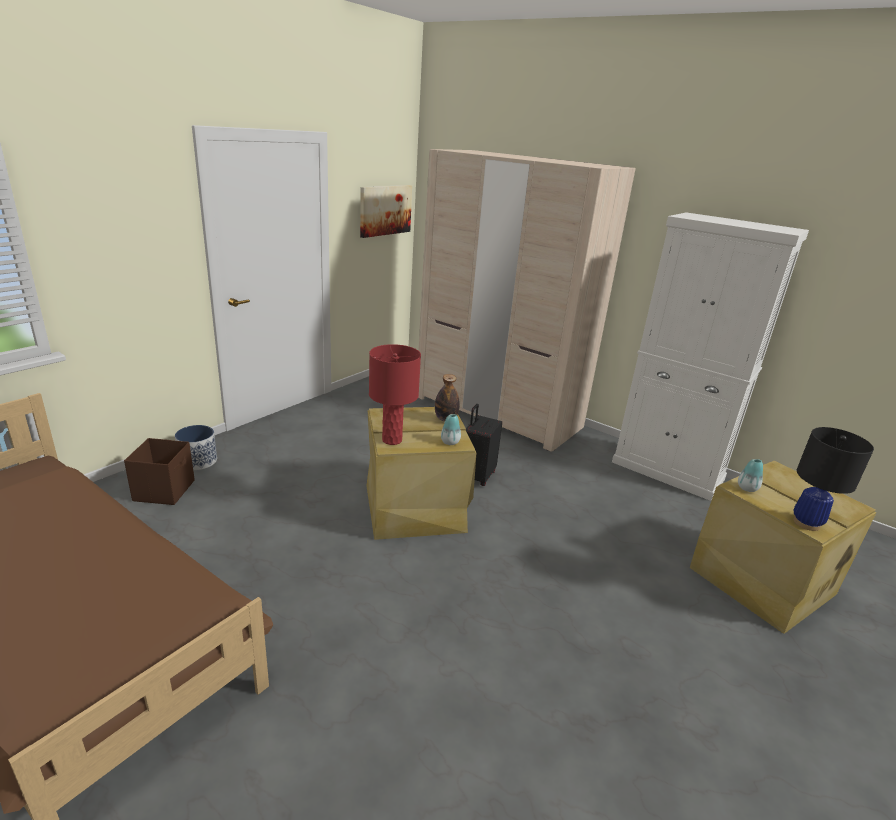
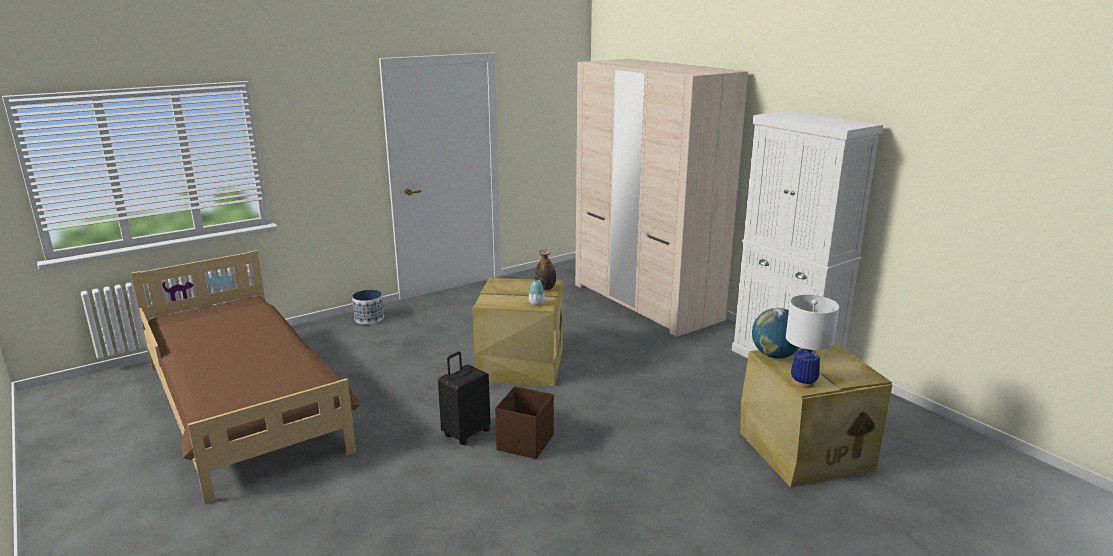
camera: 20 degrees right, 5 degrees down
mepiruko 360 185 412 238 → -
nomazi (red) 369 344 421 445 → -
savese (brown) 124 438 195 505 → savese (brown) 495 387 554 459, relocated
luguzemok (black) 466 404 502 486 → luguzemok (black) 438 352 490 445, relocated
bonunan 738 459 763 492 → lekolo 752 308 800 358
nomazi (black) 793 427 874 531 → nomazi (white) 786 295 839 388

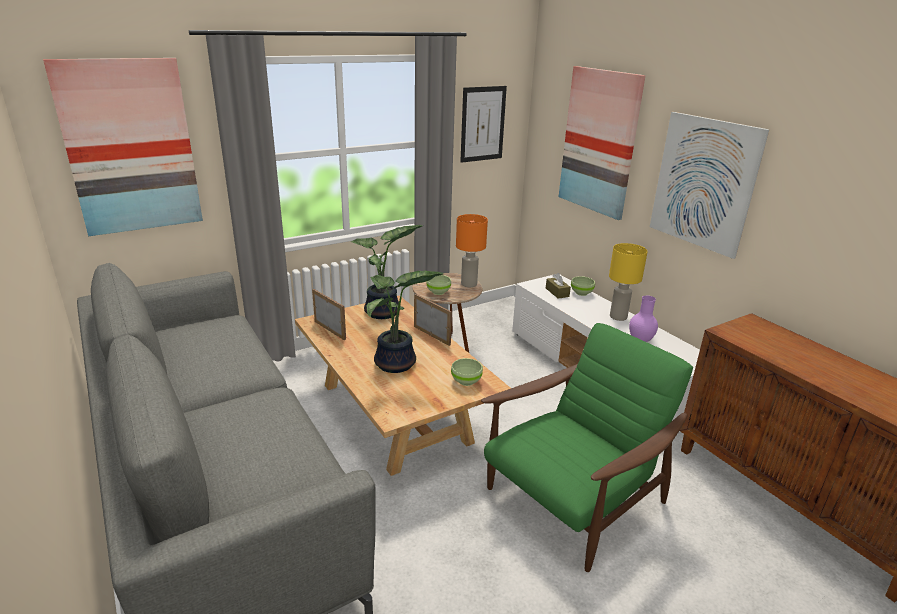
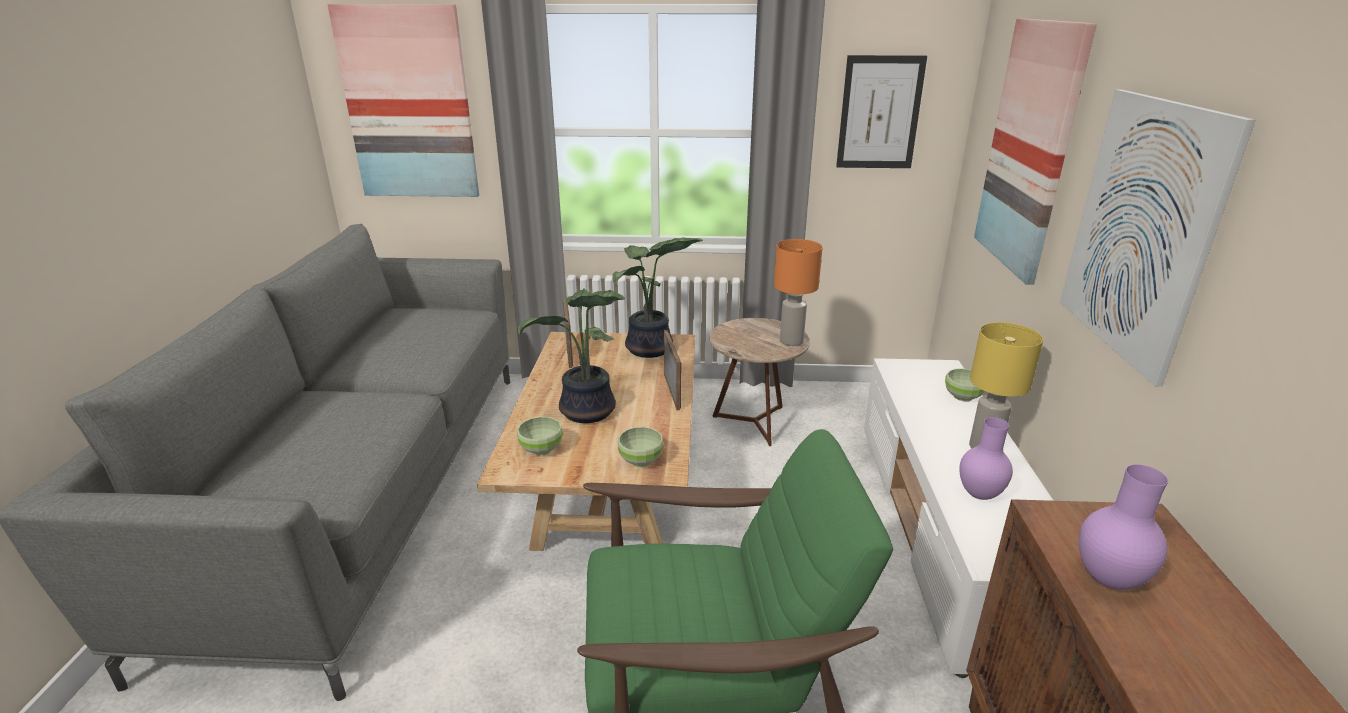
camera: 35 degrees right, 0 degrees up
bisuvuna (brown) 546 273 571 299 → -
- → bonunan (purple) 1079 464 1168 590
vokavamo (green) 426 275 451 295 → vokavamo (green) 517 417 563 456, relocated

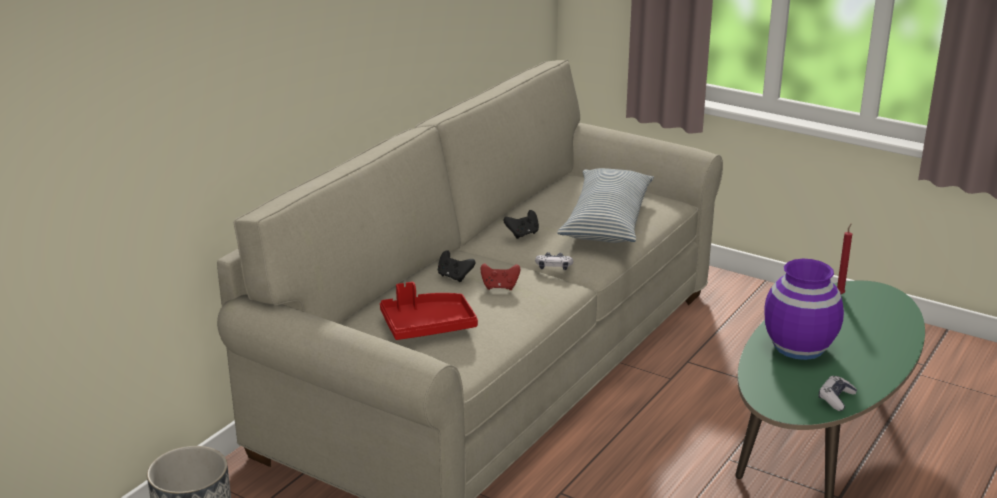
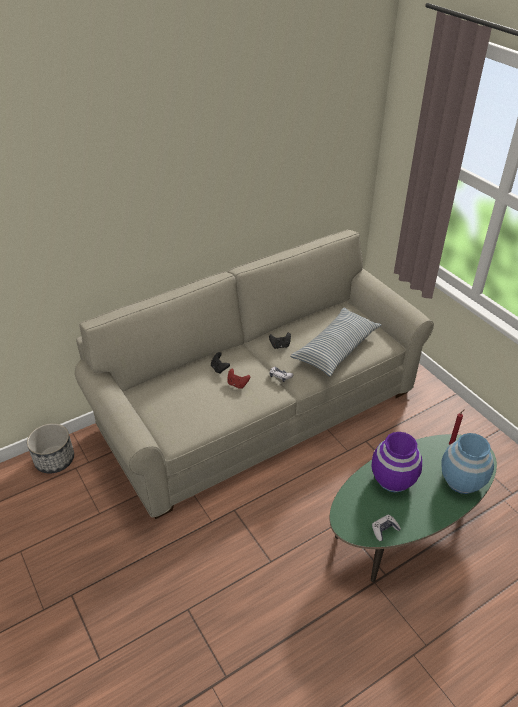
camera: 25 degrees right, 15 degrees up
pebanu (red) 380 282 478 340 → -
- → bonunan (blue) 441 433 494 494

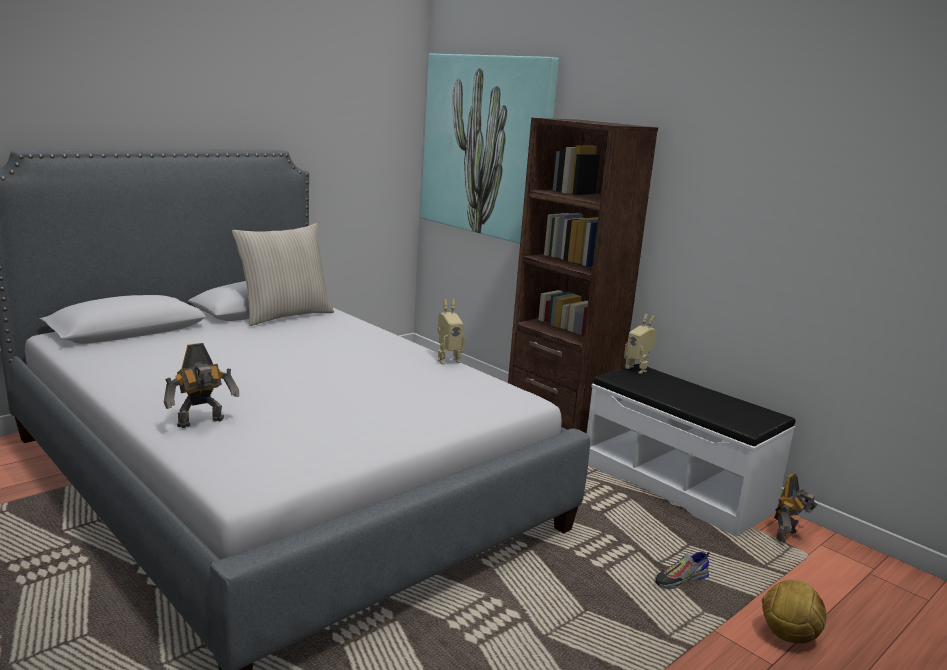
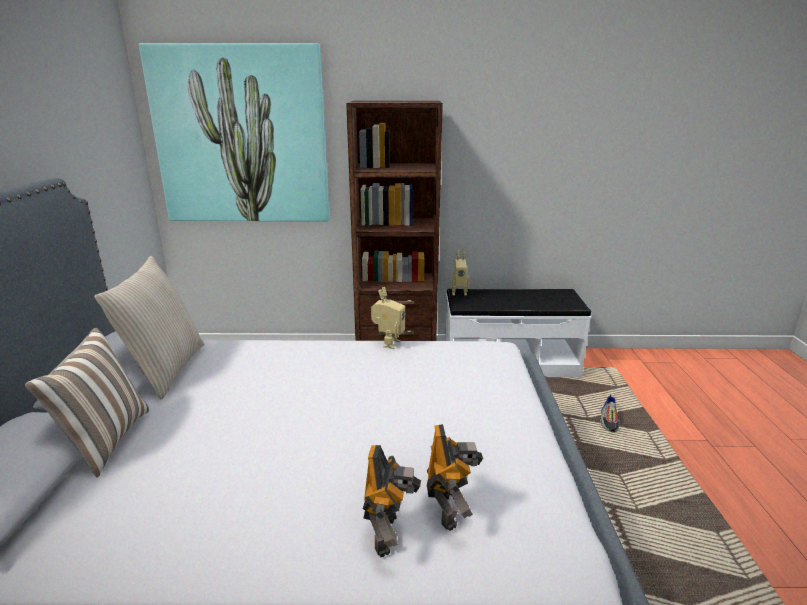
camera: 45 degrees left, 5 degrees up
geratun 762 580 827 644 → -
- → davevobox 25 328 149 477
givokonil 774 473 817 542 → givokonil 427 424 483 531, relocated

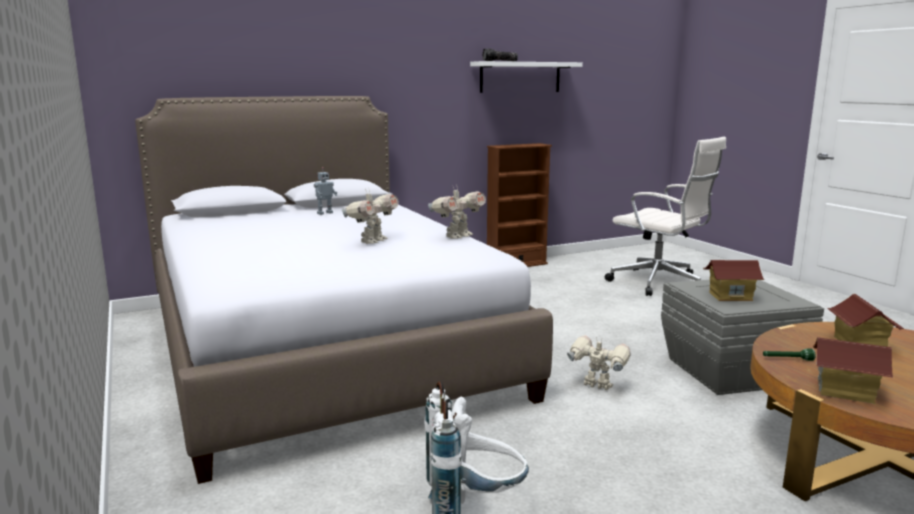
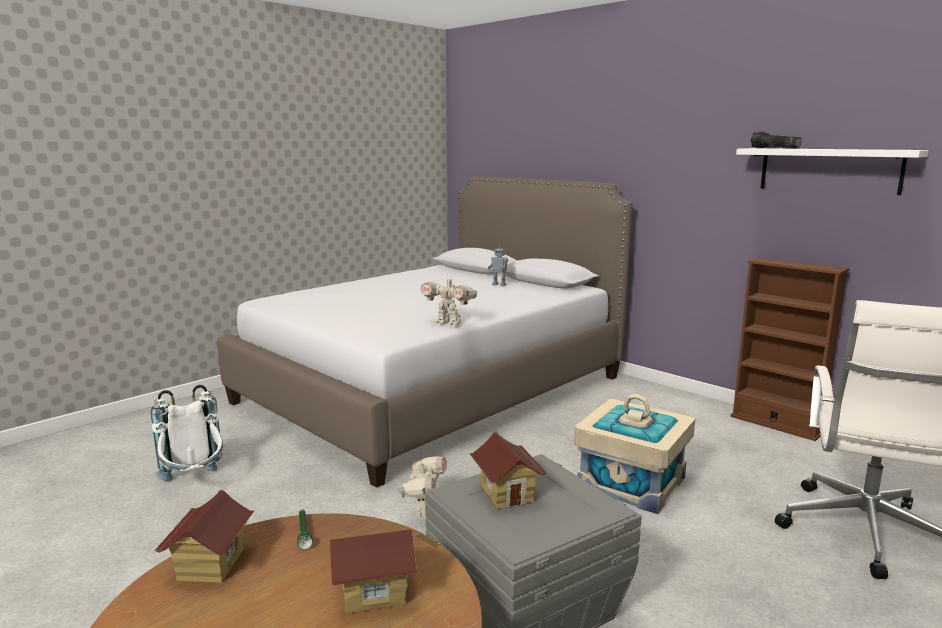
camera: 70 degrees right, 0 degrees up
givokonil 342 189 399 244 → -
- → savese (beige) 574 394 695 514

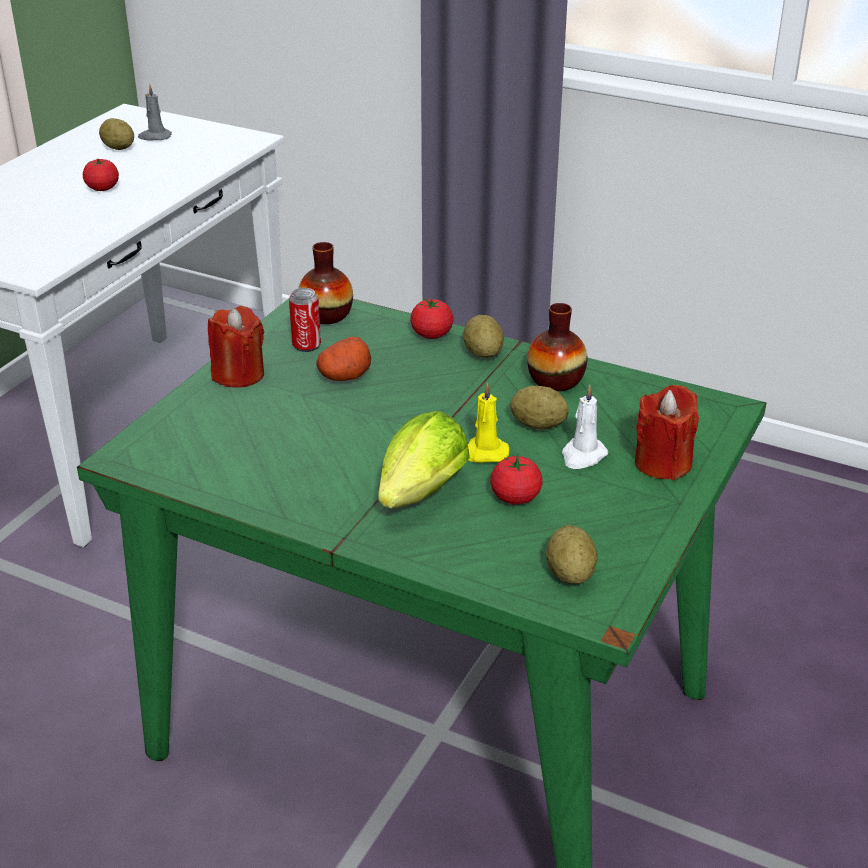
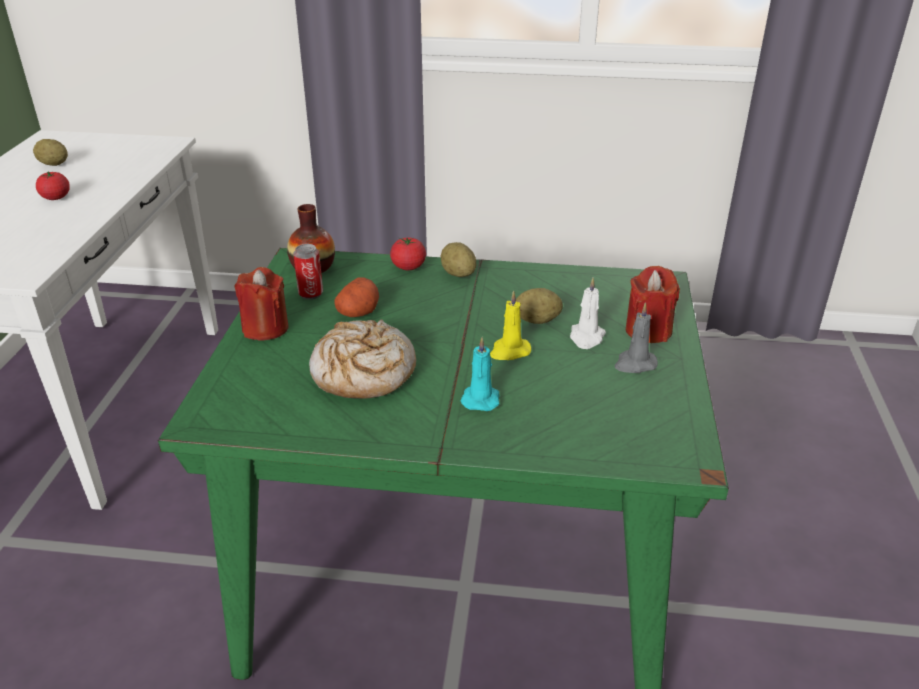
camera: 20 degrees left, 0 degrees up
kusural 490 454 543 505 → -
bonunan 527 303 587 391 → -
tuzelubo 546 525 598 584 → -
- → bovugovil 309 319 416 399
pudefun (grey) 138 83 172 140 → pudefun (grey) 614 302 658 373, relocated
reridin 378 411 470 508 → pudefun (turquoise) 460 337 499 411

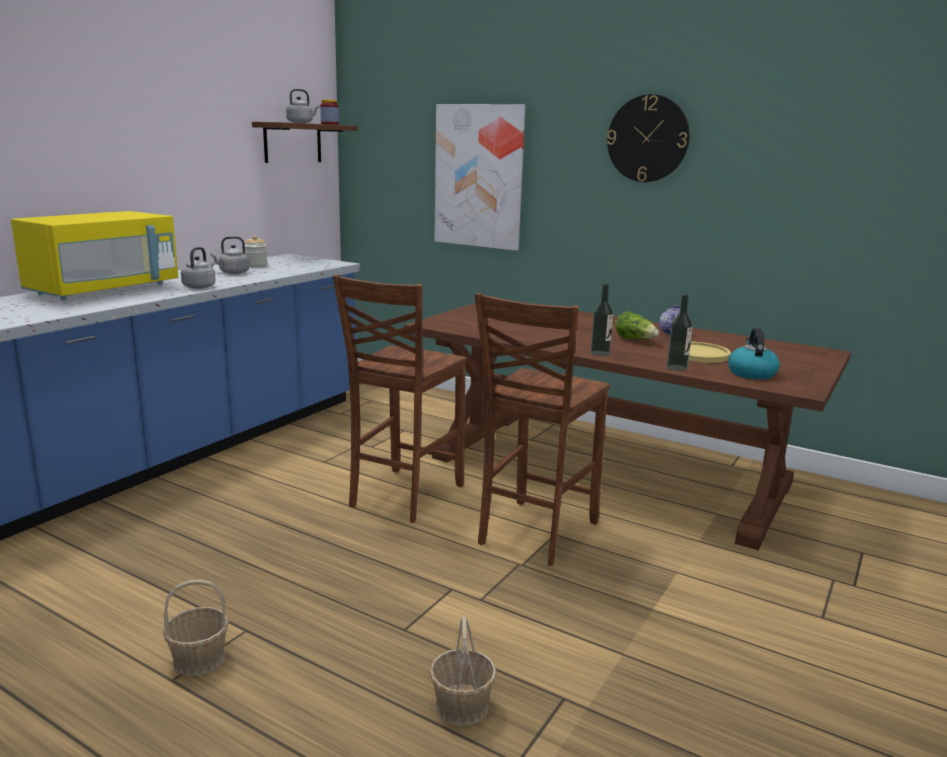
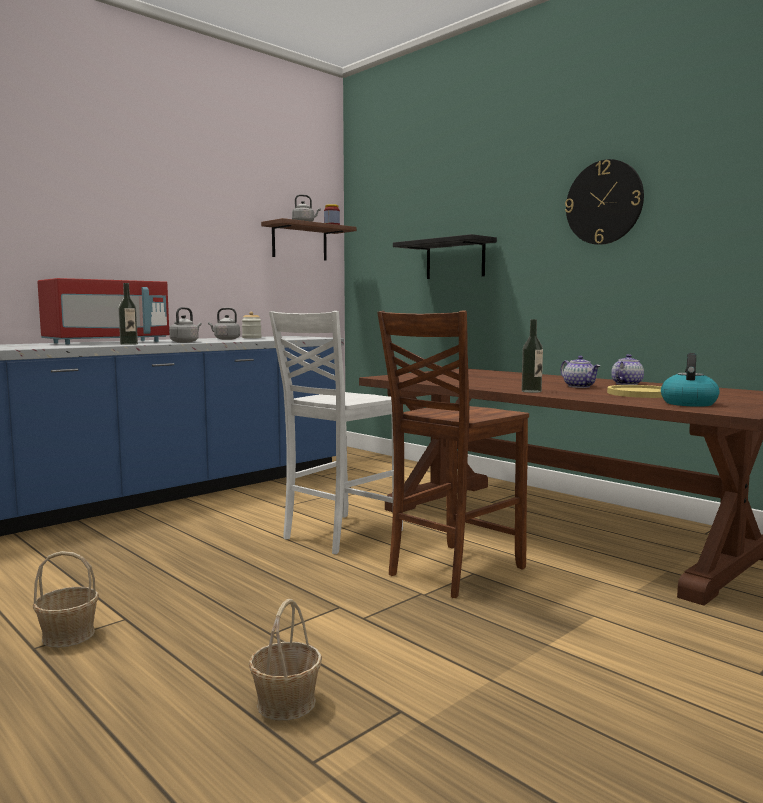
camera: 15 degrees right, 10 degrees down
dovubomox 667 294 693 371 → dovubomox 118 283 138 345, relocated
mepiruko 434 104 525 251 → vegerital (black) 393 234 497 279
reridin 615 311 659 339 → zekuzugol 561 356 600 388
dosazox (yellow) 11 211 178 300 → dosazox (red) 37 278 169 344
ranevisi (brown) 333 274 467 523 → ranevisi (white) 269 311 403 554

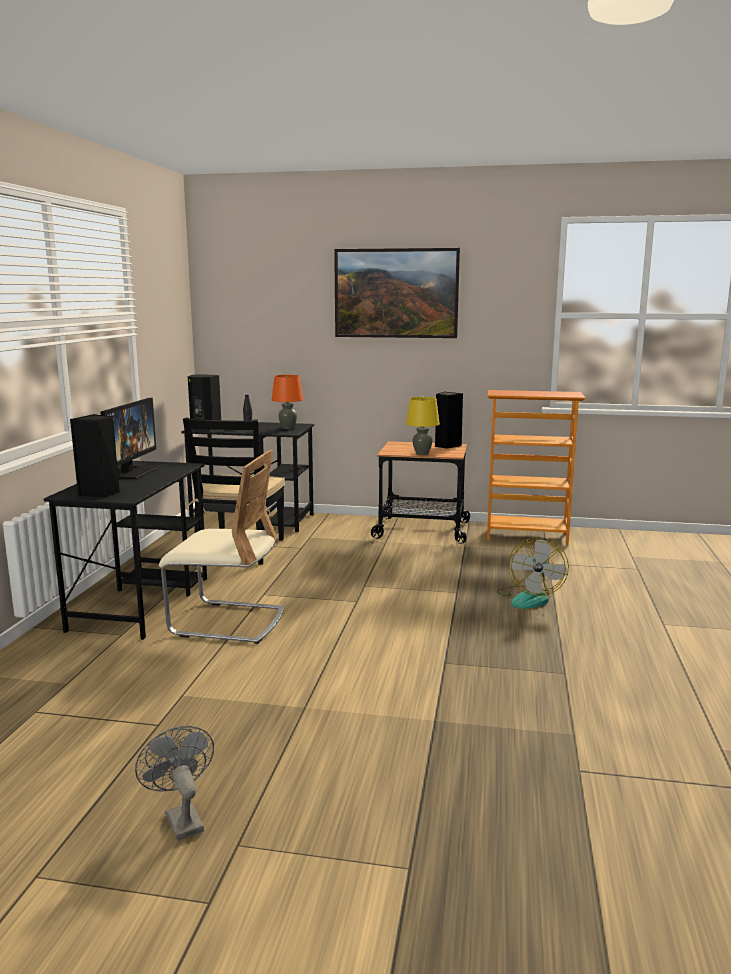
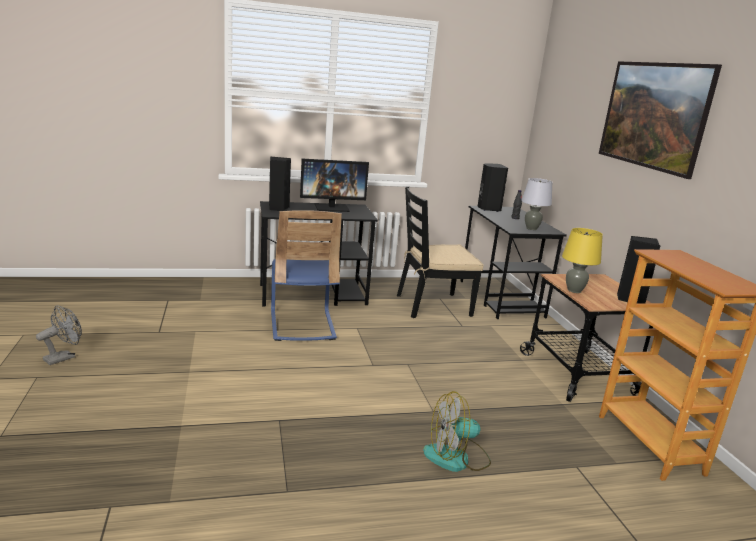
camera: 65 degrees right, 5 degrees up
ranevisi (beige) 159 450 284 644 → ranevisi (blue) 271 210 342 341
nomazi (orange) 272 375 303 429 → nomazi (grey) 521 178 553 230

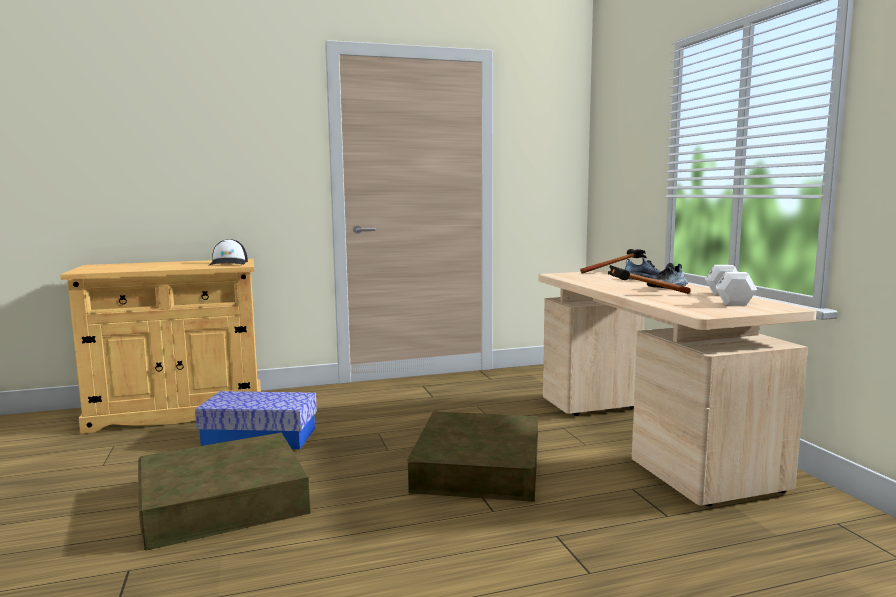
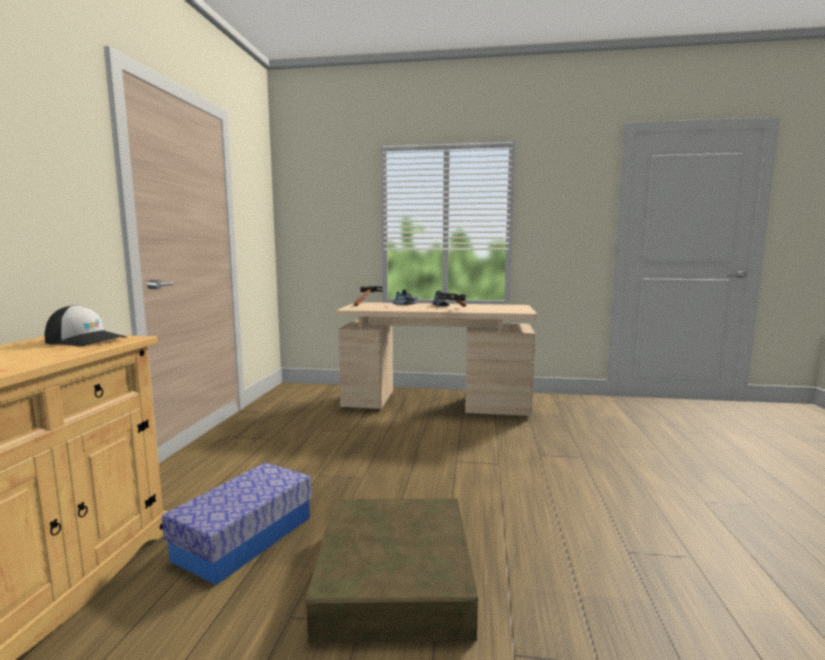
camera: 65 degrees left, 0 degrees up
savese (brown) 408 411 538 502 → -
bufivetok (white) 705 265 757 306 → -

